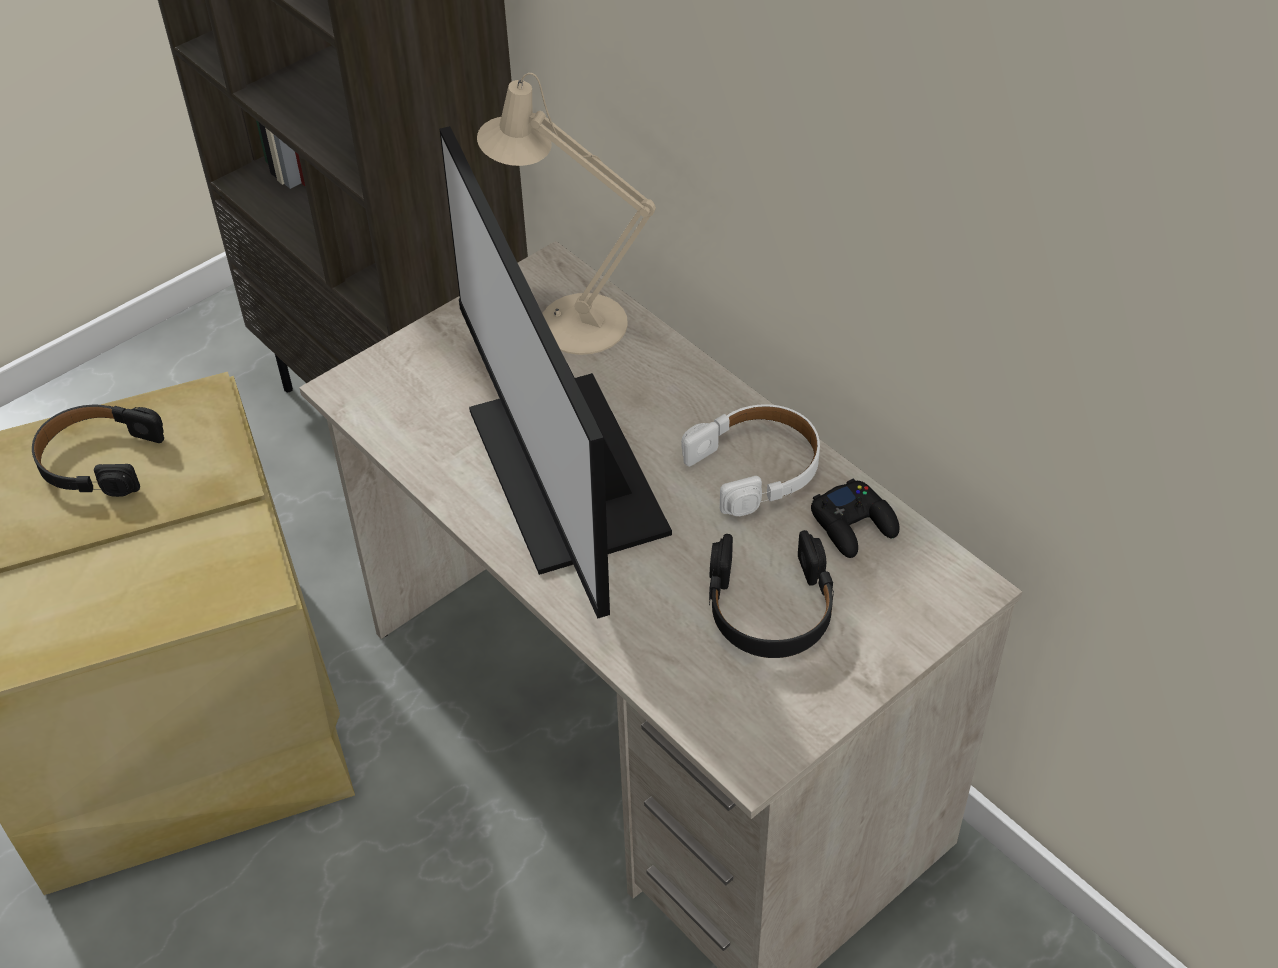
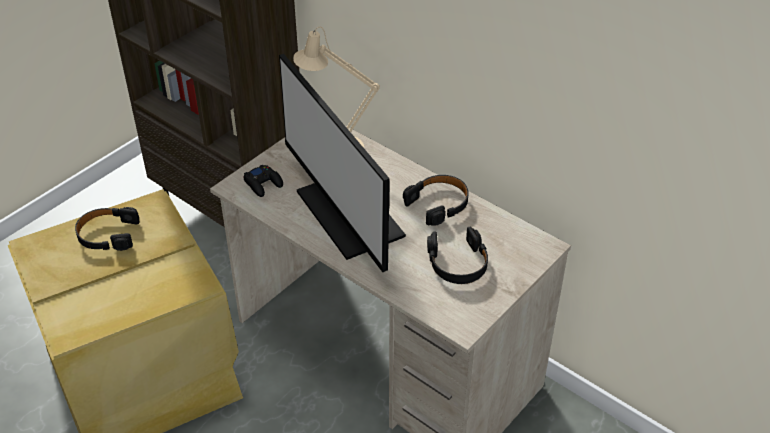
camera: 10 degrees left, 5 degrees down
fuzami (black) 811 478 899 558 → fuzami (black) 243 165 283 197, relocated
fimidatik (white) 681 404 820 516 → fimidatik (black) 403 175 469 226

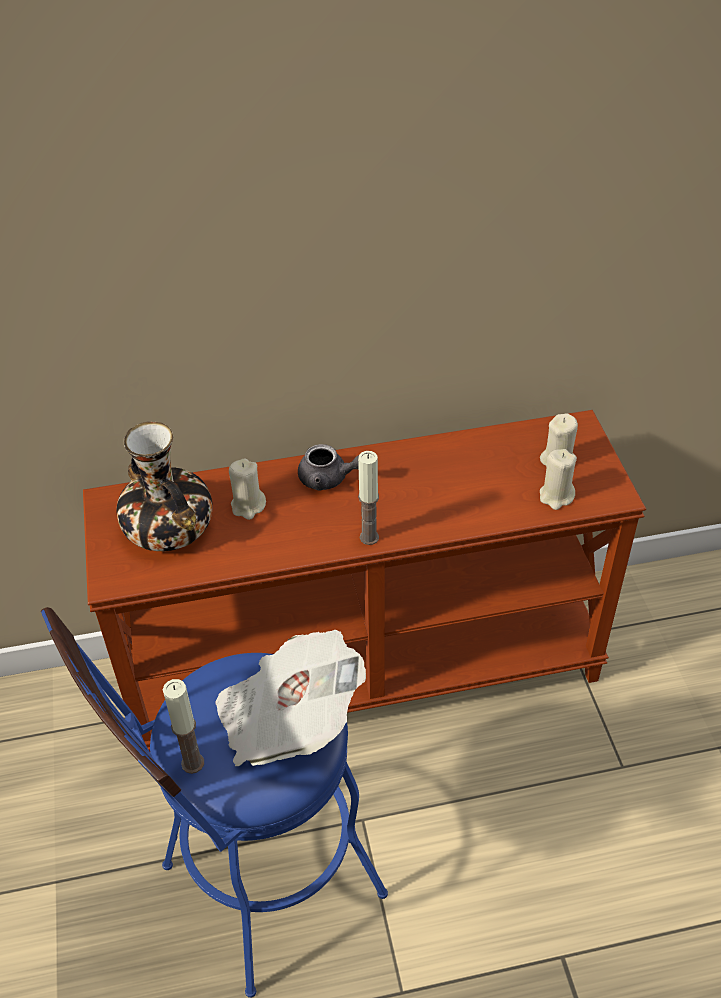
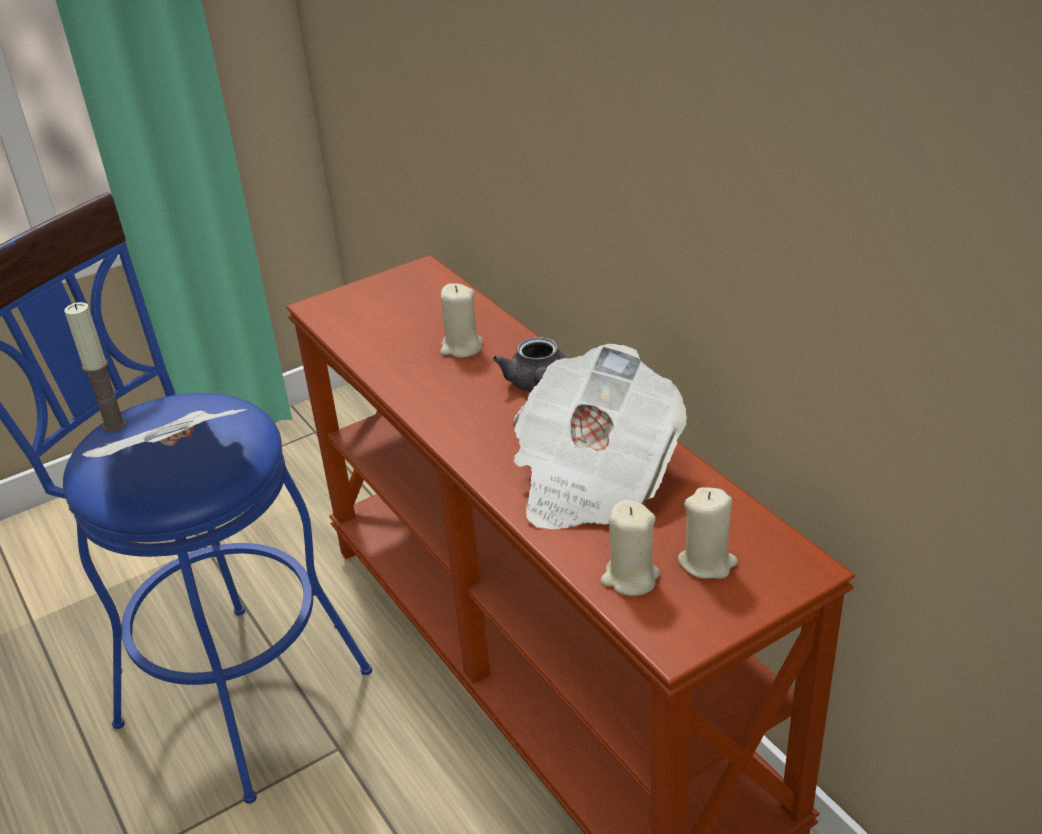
camera: 70 degrees right, 10 degrees down
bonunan 116 421 213 551 → -
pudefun 358 451 379 545 → -
- → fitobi 513 344 687 529

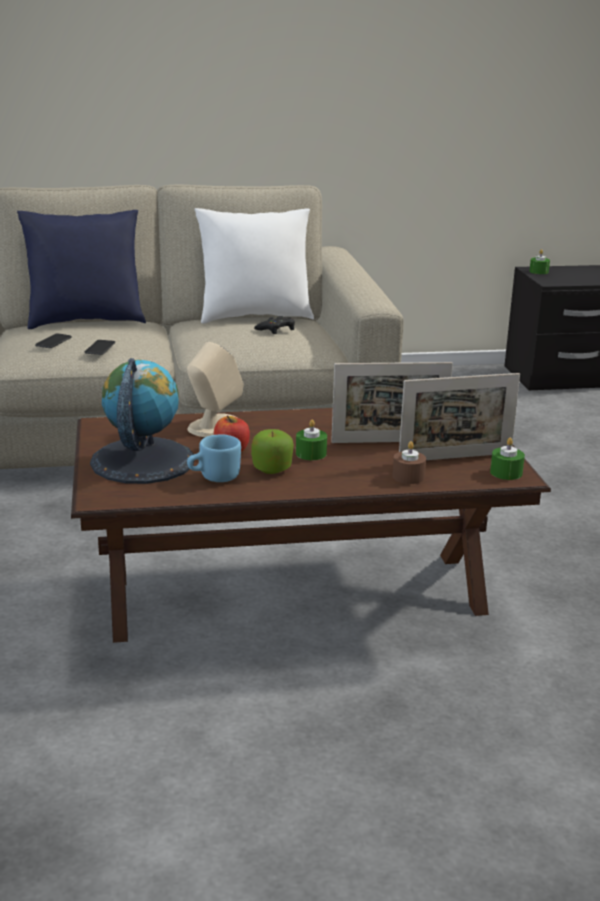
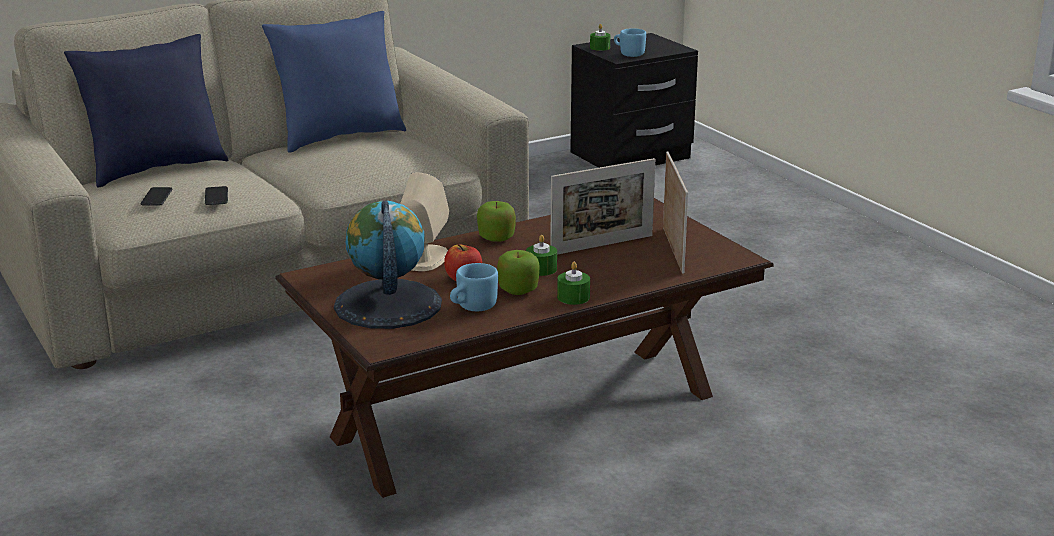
camera: 20 degrees left, 0 degrees up
fuzami (black) 254 316 295 334 → -
pudefun (brown) 392 441 426 484 → -
- → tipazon 477 201 516 242
- → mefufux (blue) 614 28 646 57
pudefun (green) 490 438 525 480 → pudefun (green) 557 262 590 305, relocated
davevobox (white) 195 208 314 324 → davevobox (blue) 262 11 406 153
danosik 399 373 520 460 → danosik 663 151 688 274, 60 degrees counterclockwise

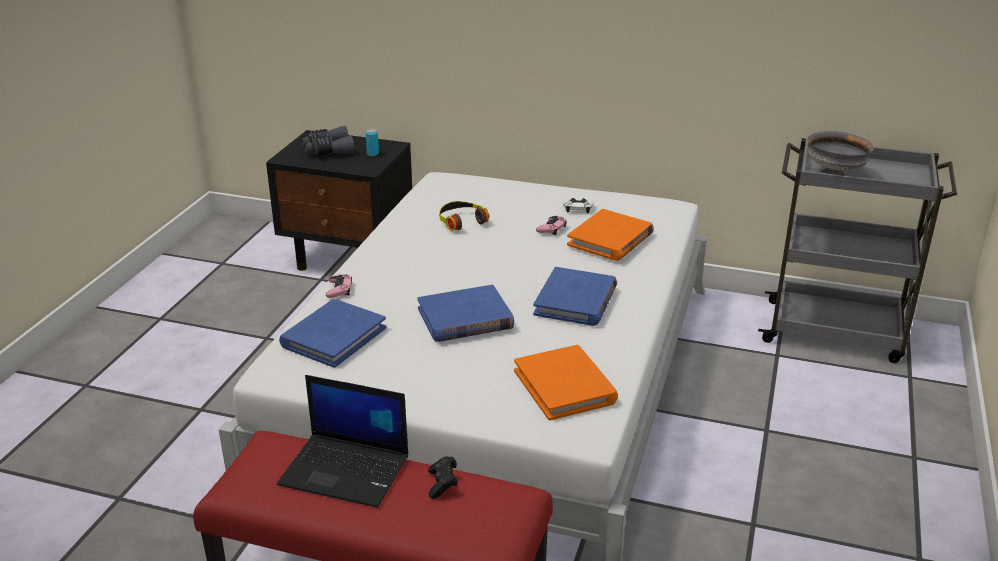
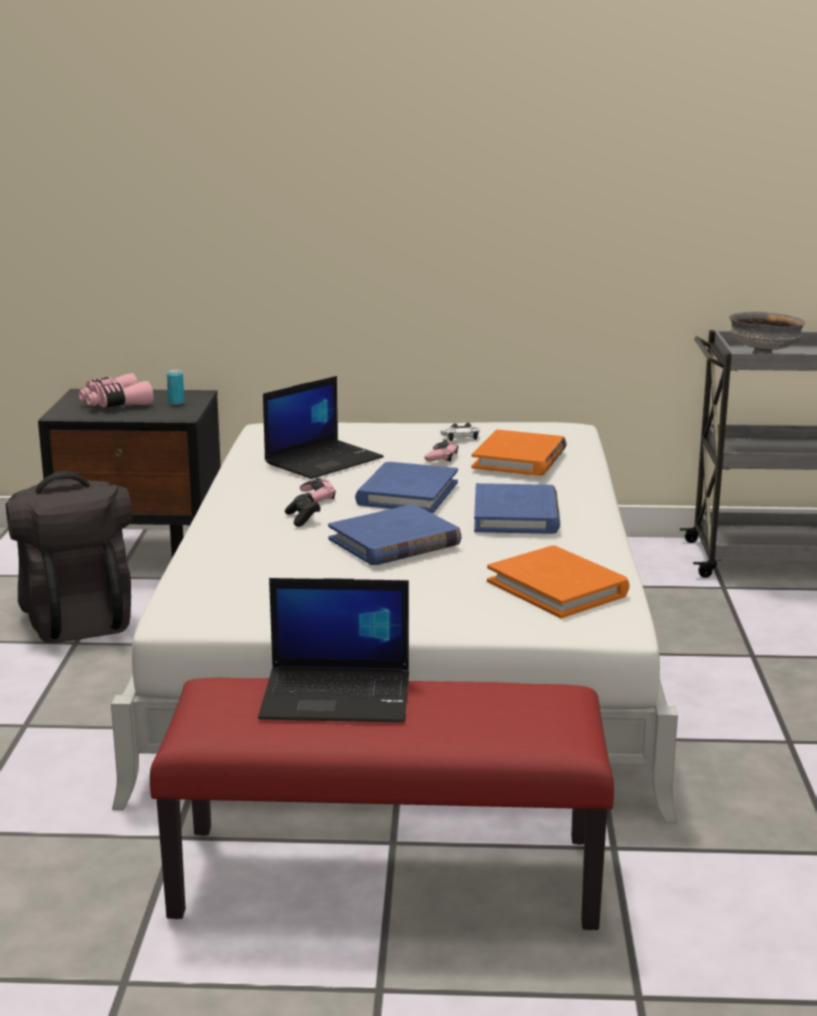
camera: 15 degrees left, 10 degrees down
- → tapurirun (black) 6 471 132 643
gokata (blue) 279 299 386 368 → gokata (blue) 355 462 458 513, relocated
fuzami (pink) 326 274 352 298 → fuzami (pink) 300 478 336 502, relocated
fuzami (black) 428 457 458 499 → fuzami (black) 285 493 321 527, relocated
fimidatik 439 201 489 231 → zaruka 263 376 384 479
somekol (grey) 302 126 354 155 → somekol (pink) 79 373 153 408

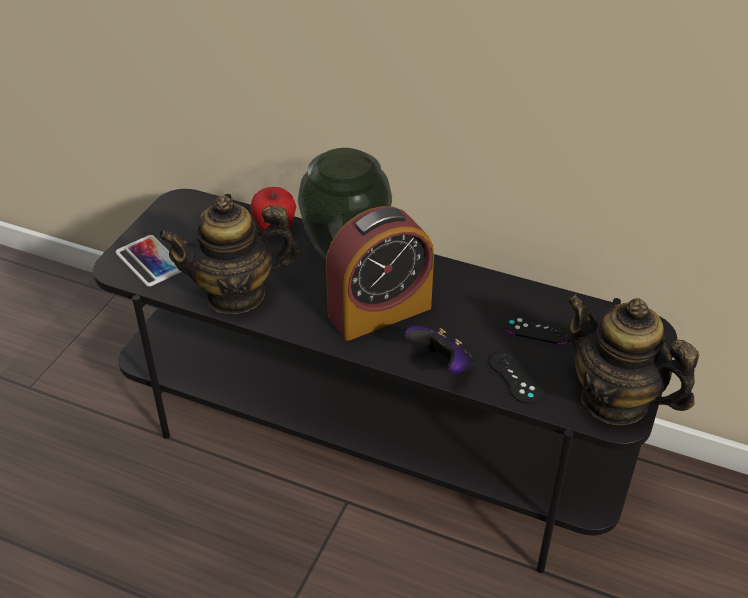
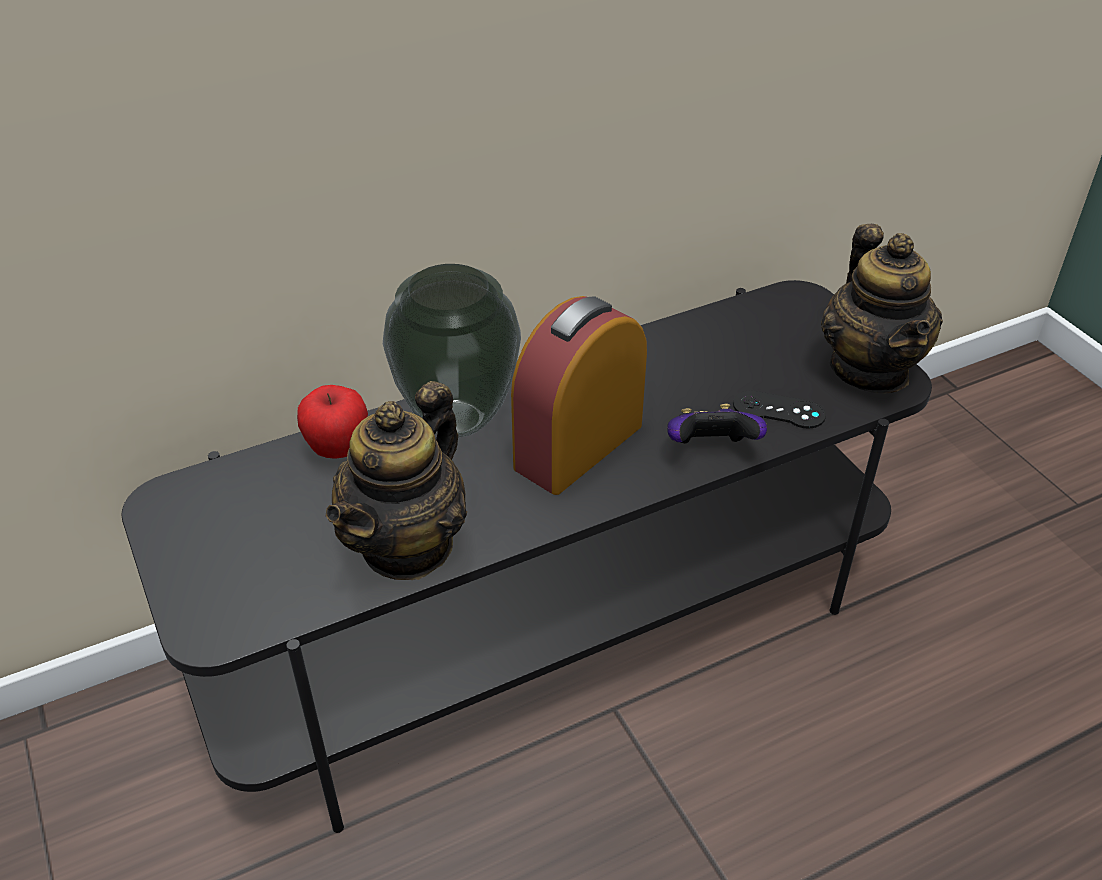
camera: 50 degrees left, 0 degrees up
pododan 115 235 182 287 → -
fuzami (black) 504 313 571 344 → -
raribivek 326 206 434 341 → raribivek 511 296 647 495, 150 degrees counterclockwise
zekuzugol 566 294 699 425 → zekuzugol 821 224 943 394, 90 degrees counterclockwise

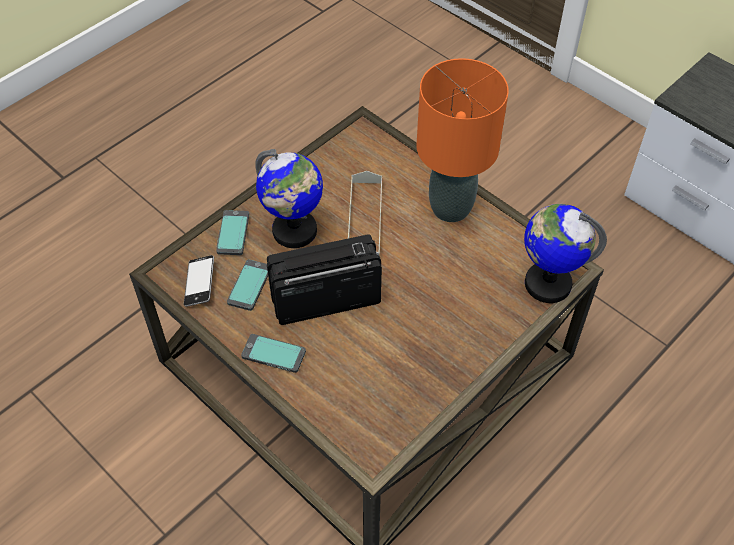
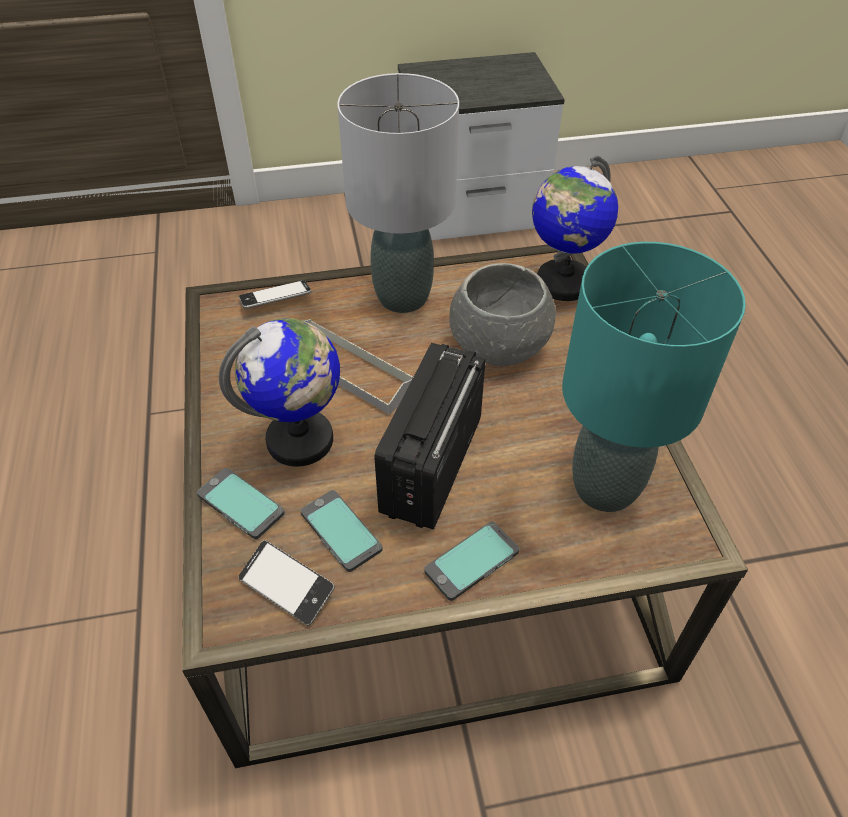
camera: 55 degrees left, 5 degrees down
- → pododan 239 280 312 309
- → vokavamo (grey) 449 263 556 366
- → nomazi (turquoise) 562 242 746 512
nomazi (orange) 416 58 509 222 → nomazi (grey) 337 73 459 313

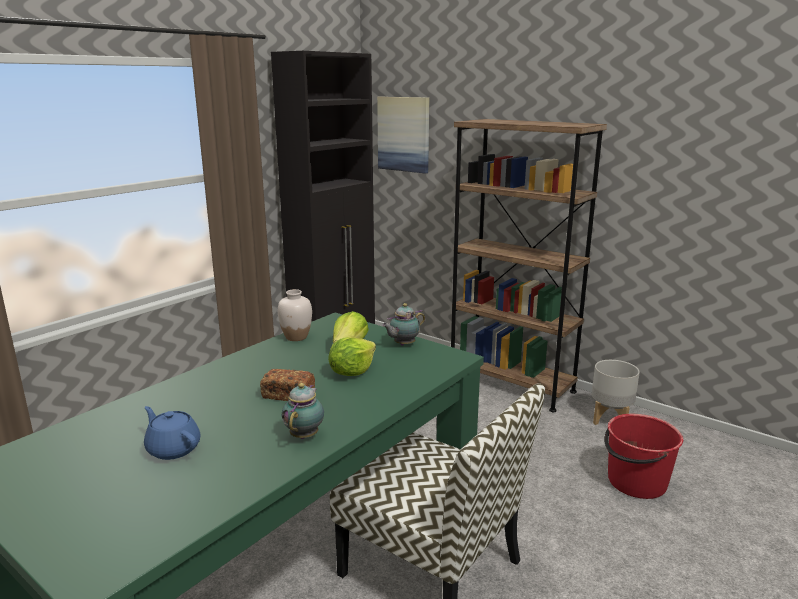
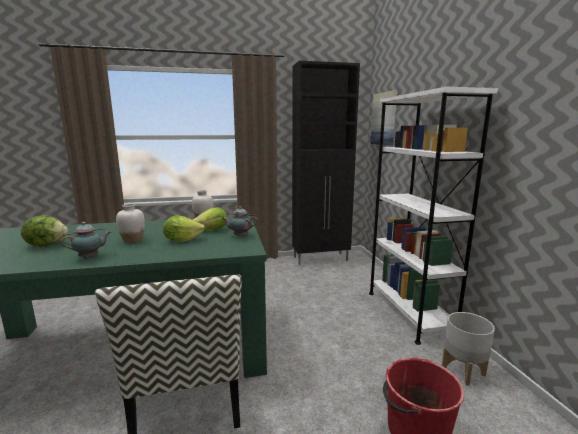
camera: 40 degrees right, 5 degrees down
zekuzugol (blue) 144 406 201 460 → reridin 21 215 68 246
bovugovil 260 369 315 401 → bonunan (white) 116 204 145 243
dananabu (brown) 451 119 607 412 → dananabu (white) 369 87 498 345

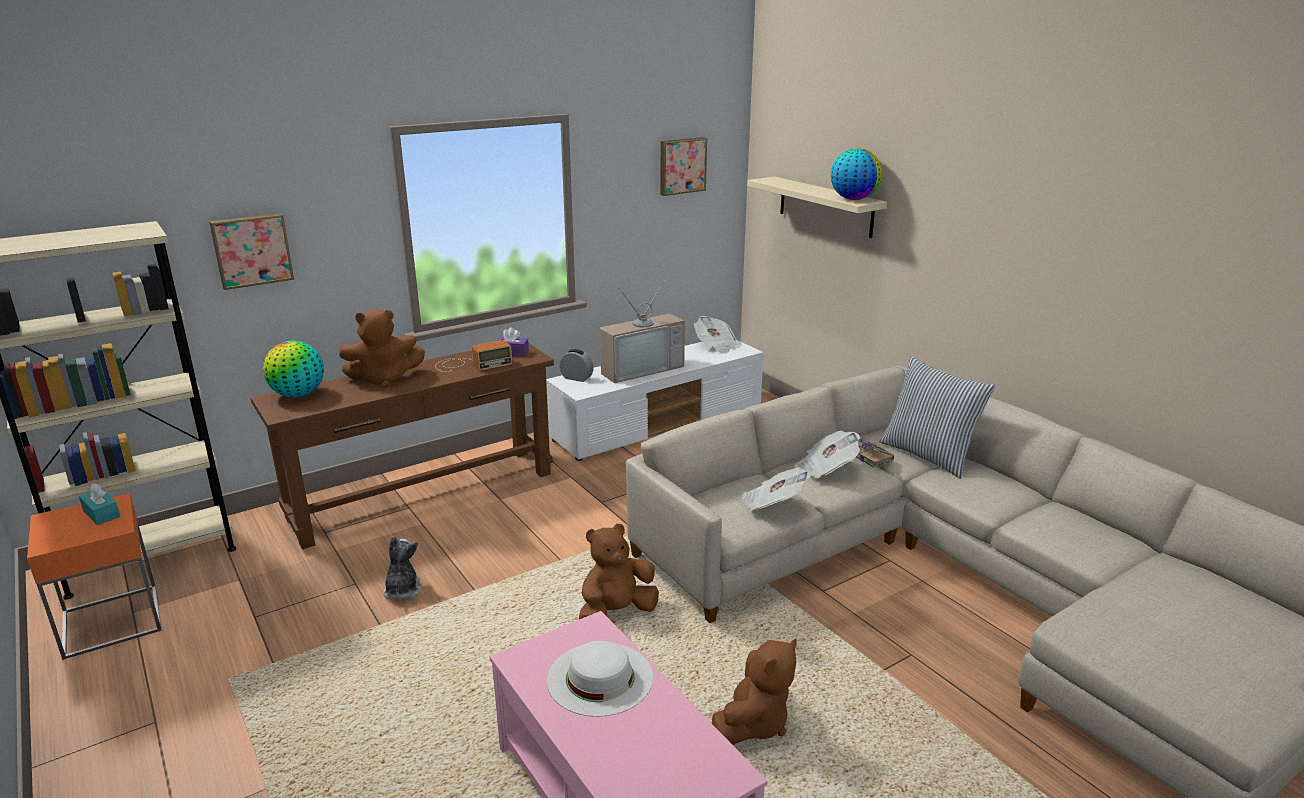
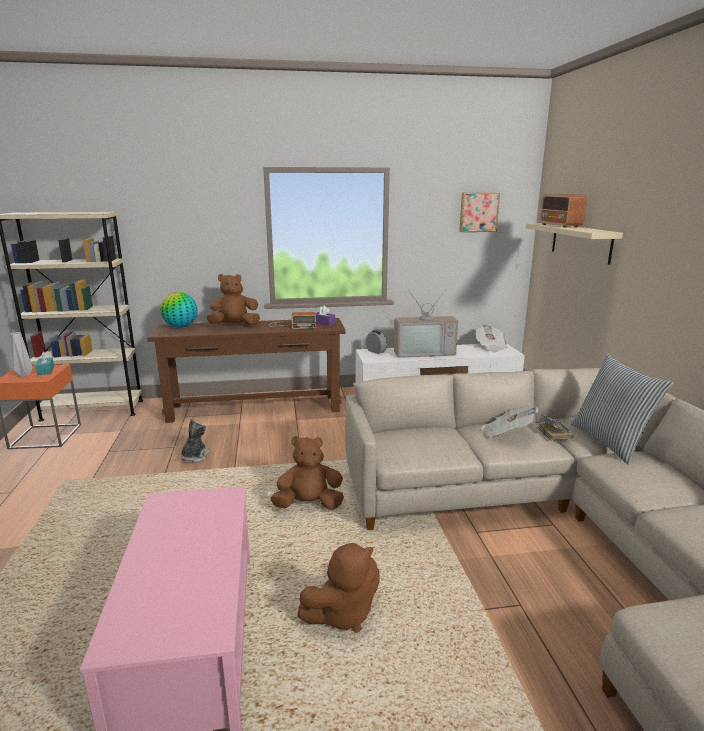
camera: 25 degrees right, 5 degrees down
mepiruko 209 213 294 290 → -
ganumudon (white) 547 641 653 717 → -
fitobi 741 467 810 511 → -
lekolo 831 148 882 200 → -
- → bonunan (grey) 10 332 33 377
- → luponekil 540 194 587 228
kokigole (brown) 339 309 425 388 → kokigole (brown) 206 274 260 325, 150 degrees clockwise

